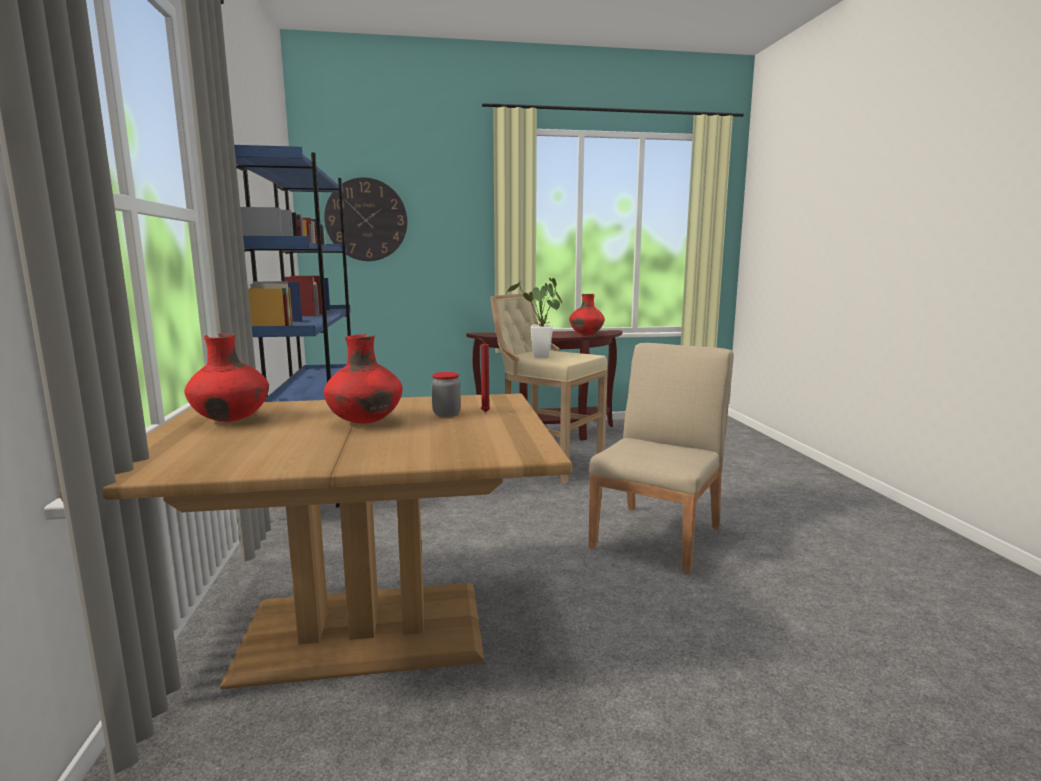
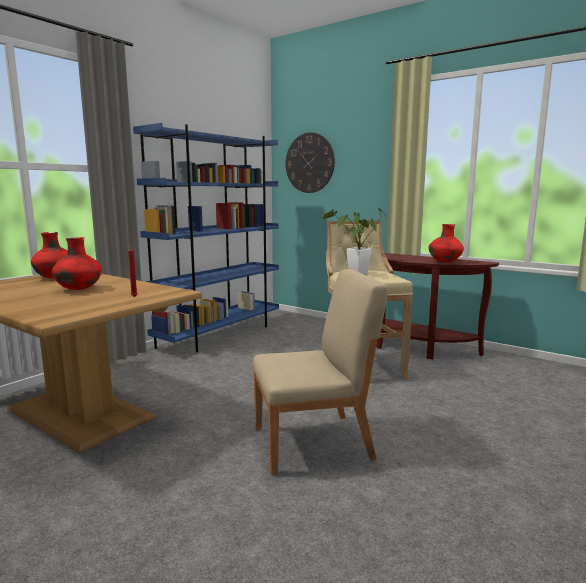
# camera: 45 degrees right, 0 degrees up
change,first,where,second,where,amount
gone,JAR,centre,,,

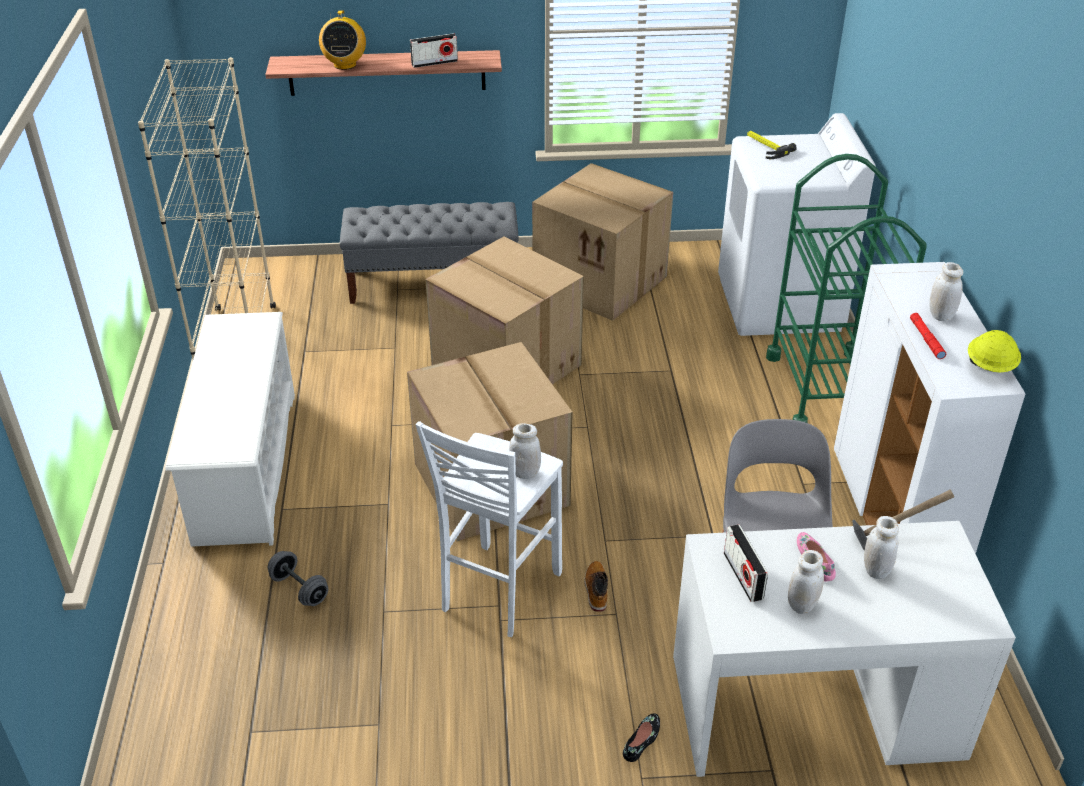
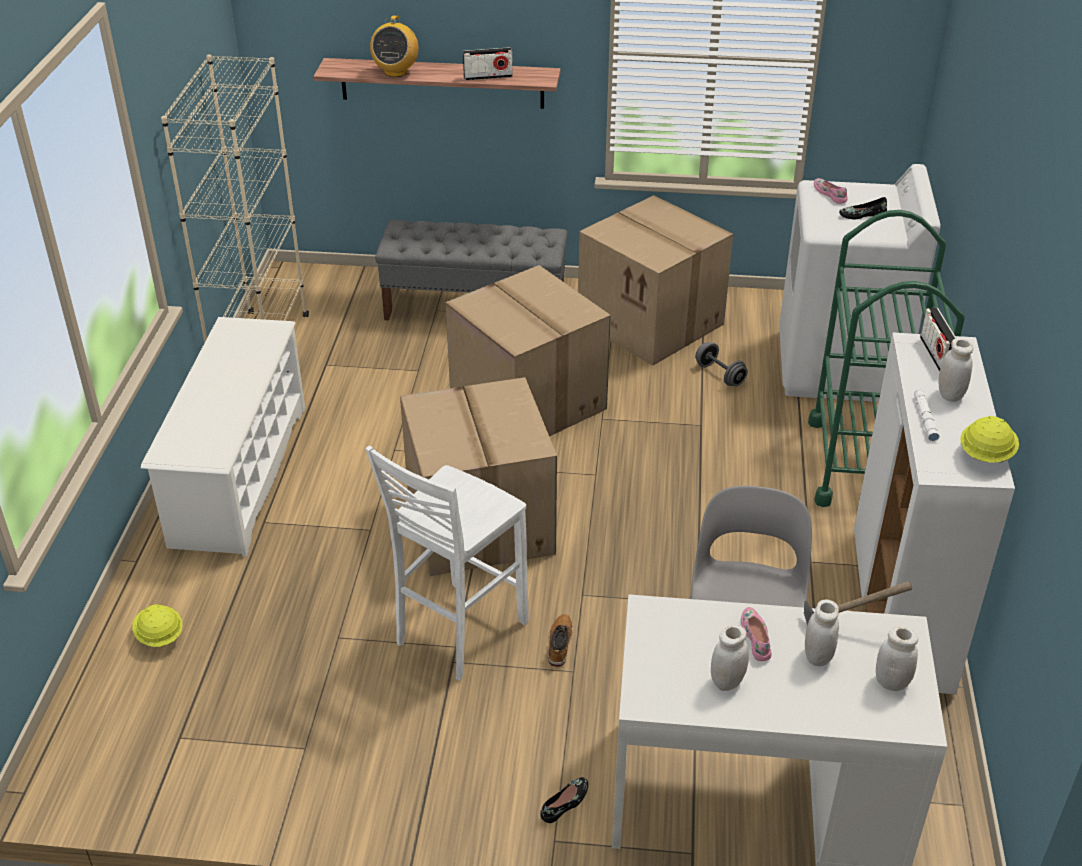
# camera: 10 degrees right, 0 degrees up
change,first,where,second,where,amount
shifted,GREY DUMBBELL,bottom left,,centre,
shifted,WHITE JAR (no. 1 from left in the first image),centre,WHITE JAR (no. 3 from left),bottom right,
shifted,RADIO (no. 3 from left),bottom right,,middle right,
swapped,HAMMER (no. 1 from left),top right,PINK SHOE (no. 2 from left),top right,
repainted,RED FLASHLIGHT,middle right,WHITE FLASHLIGHT,middle right,
new,,,YELLOW HARD HAT (no. 1 from left),bottom left,
new,,,BLACK SHOE (no. 2 from left),top right,

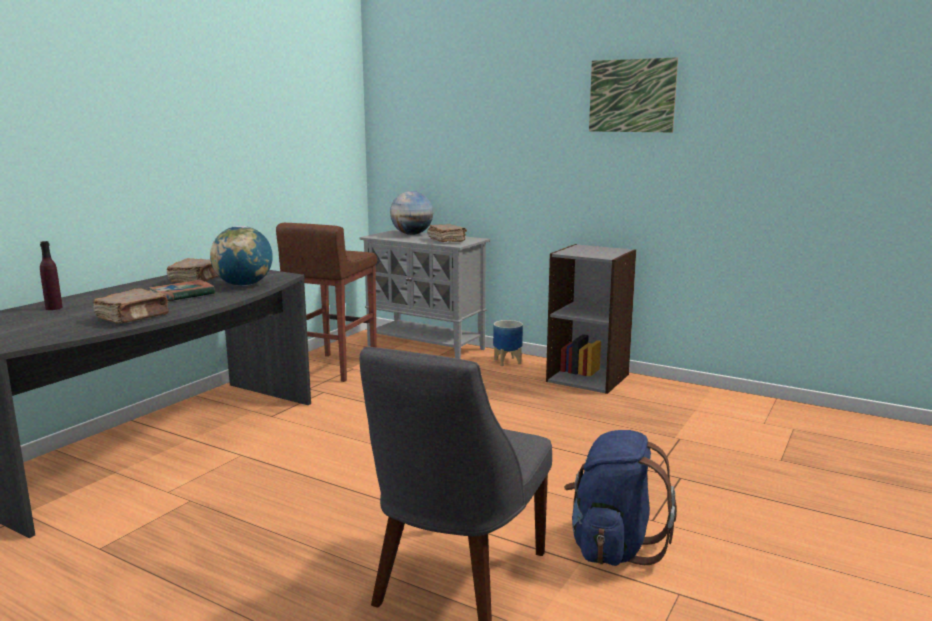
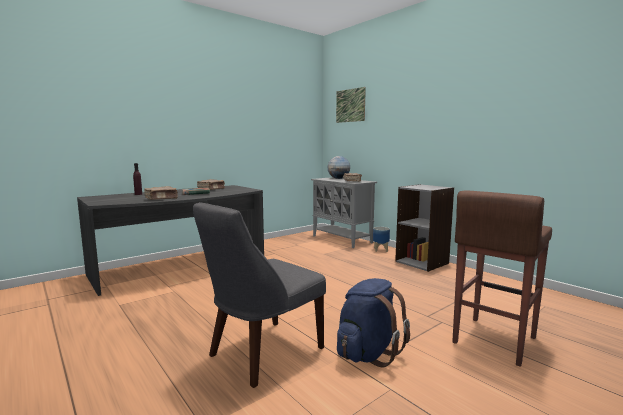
# camera: 20 degrees right, 5 degrees down
change,first,where,second,where,amount
gone,GLOBE (no. 1 from left),middle left,,,
shifted,BROWN STOOL,centre,,bottom right,
shifted,PICTURE,top right,,top centre,

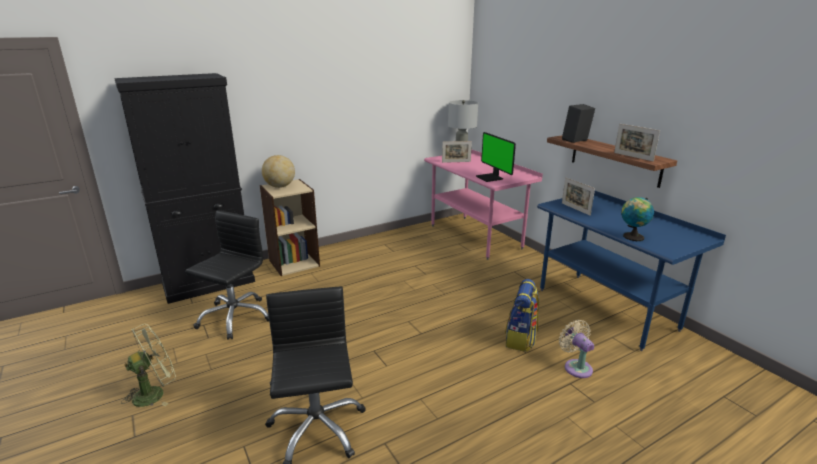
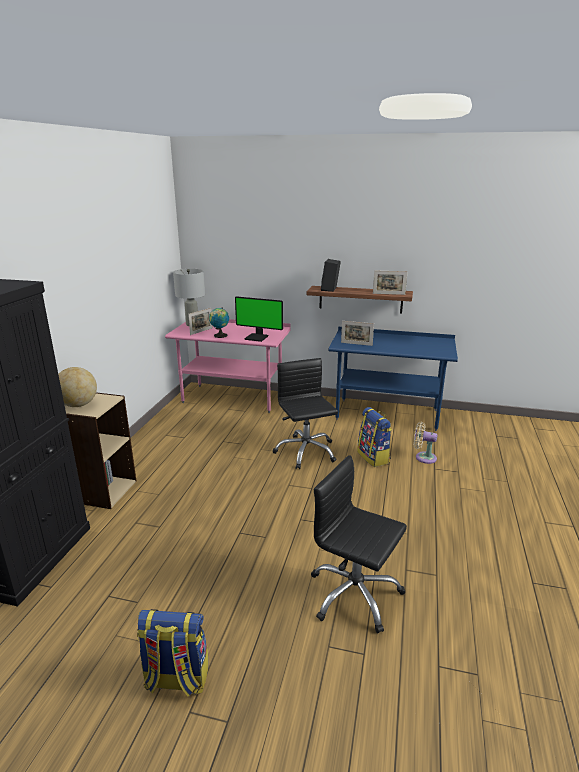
# camera: 45 degrees left, 0 degrees up
change,first,where,second,where,amount
swapped,GREEN FAN,bottom left,BACKPACK (no. 1 from left),bottom left,
shifted,BLACK OFFICE CHAIR (no. 1 from left),middle left,,centre,
shifted,GLOBE (no. 2 from left),middle right,,centre,

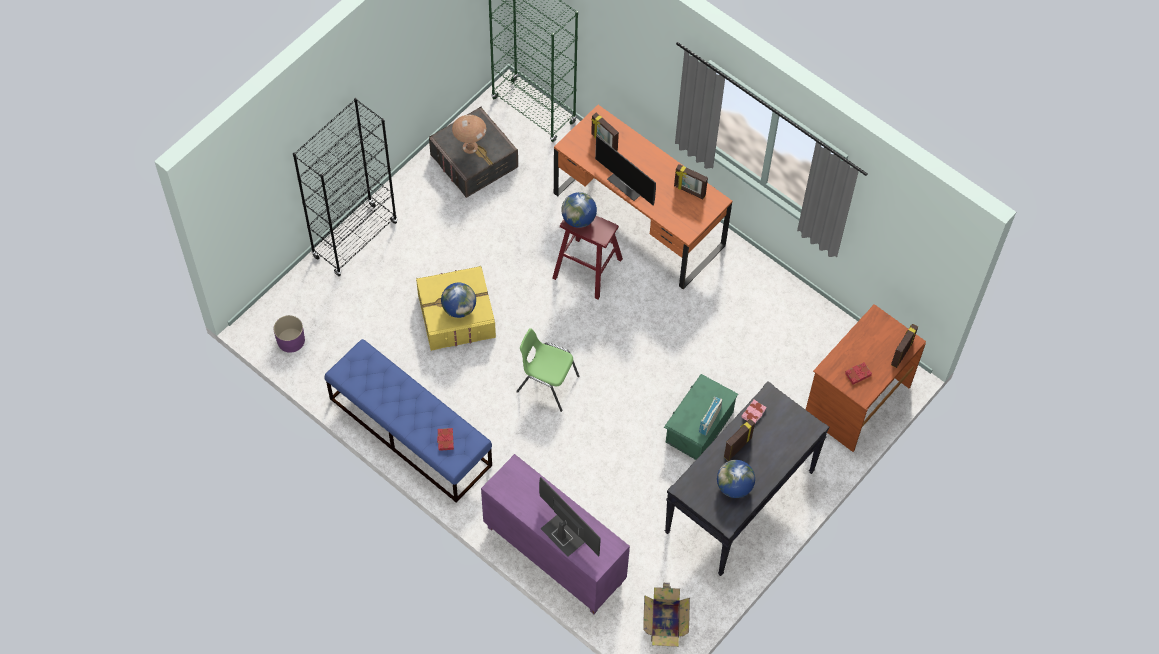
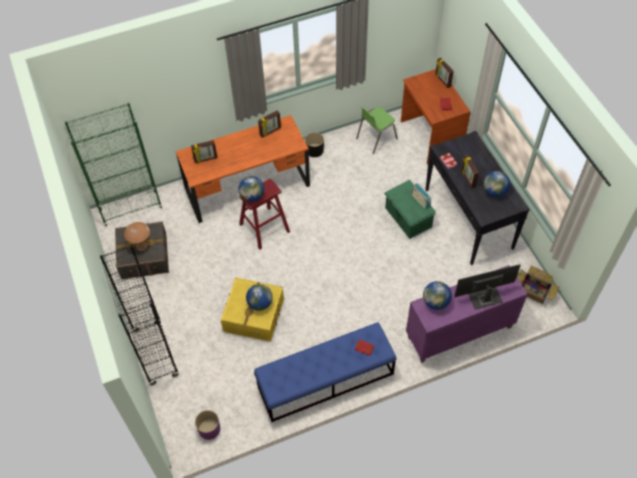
# camera: 60 degrees left, 5 degrees down
change,first,where,second,where,amount
shifted,GREEN CHAIR,centre,,top centre,
gone,MONITOR (no. 2 from left),top centre,,,
new,,,BLACK PLANTER,top centre,
new,,,GLOBE (no. 3 from left),middle right,

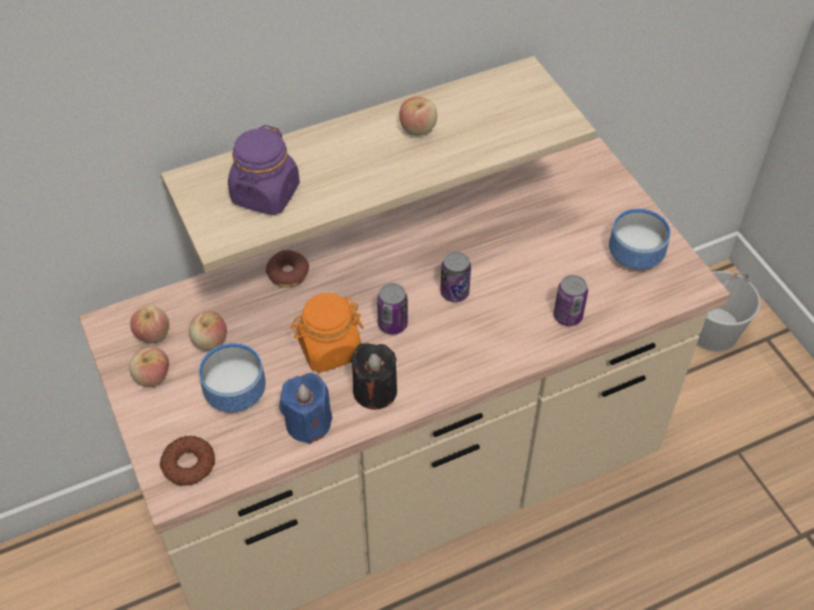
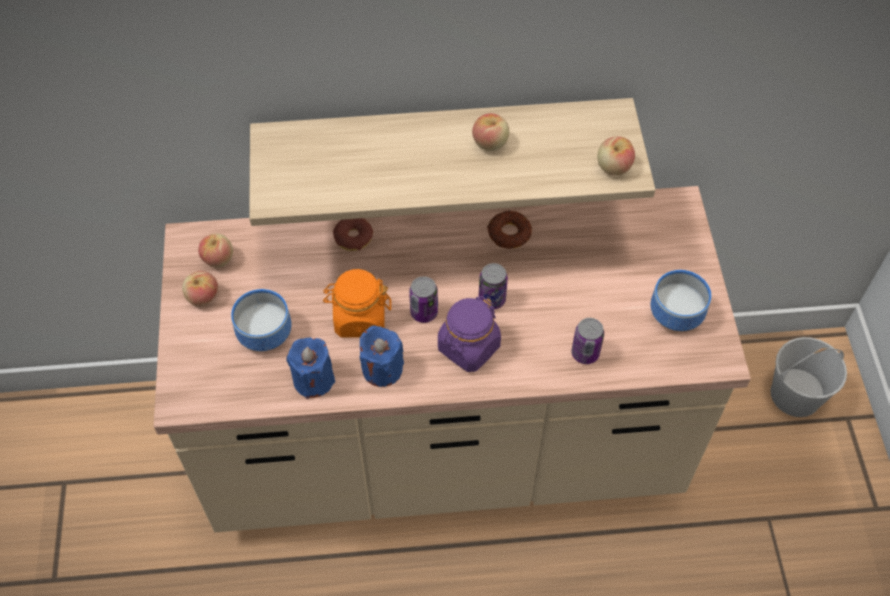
# camera: 20 degrees right, 5 degrees up
change,first,where,second,where,amount
shifted,DONUT (no. 1 from left in the first image),bottom left,DONUT (no. 2 from left),centre,
shifted,APPLE (no. 3 from left in the first image),middle left,APPLE (no. 4 from left),top right,
shifted,PURPLE JAR,top left,,centre,
repainted,BLACK CANDLE,centre,BLUE CANDLE (no. 2 from left),centre,

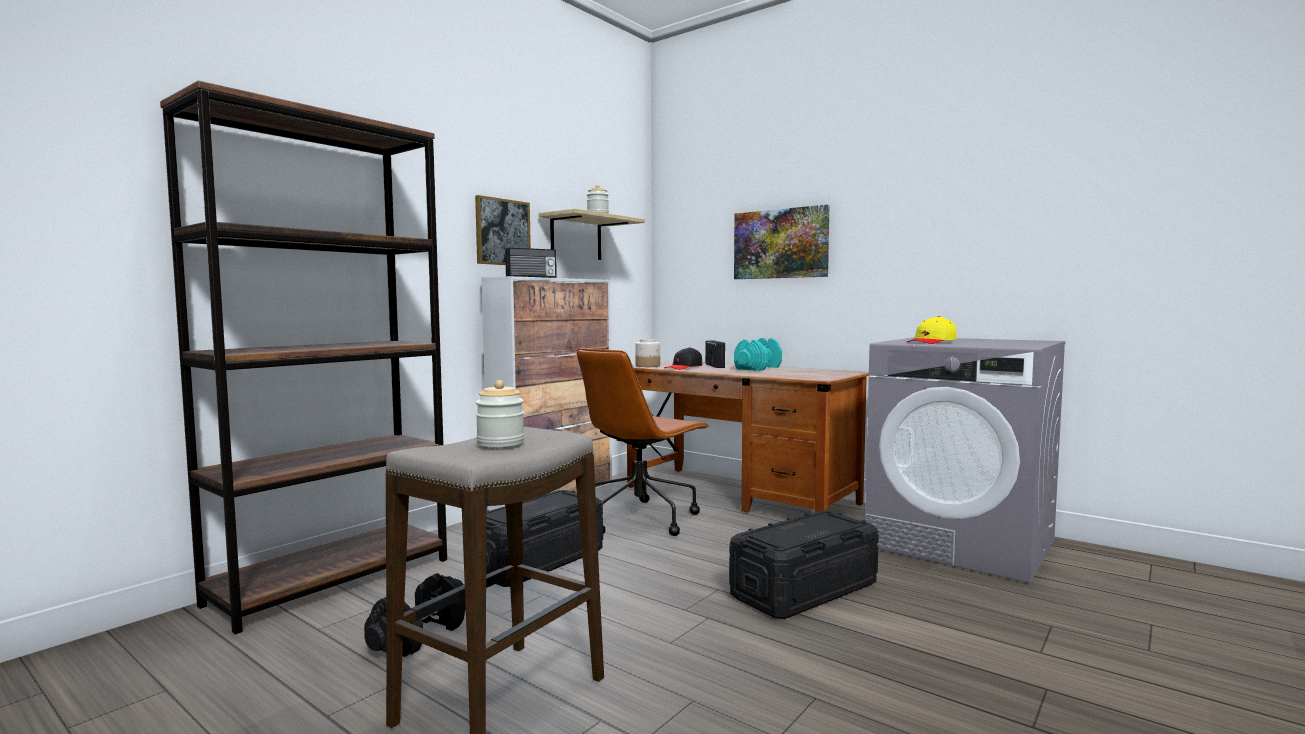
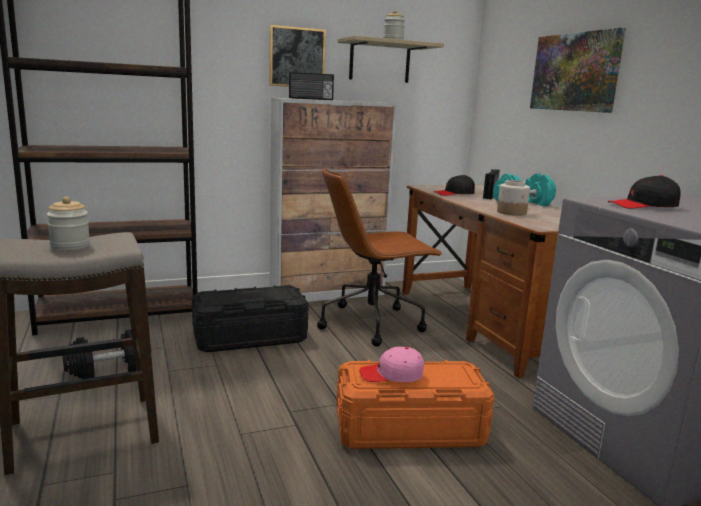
# camera: 30 degrees right, 10 degrees up
change,first,where,second,where,amount
shifted,JAR (no. 3 from left),centre,,middle right,
repainted,BLACK STORAGE BOX (no. 2 from left),bottom centre,ORANGE STORAGE BOX,bottom centre,
repainted,YELLOW CAP,middle right,BLACK CAP (no. 2 from left),middle right,
new,,,PINK CAP,bottom centre,

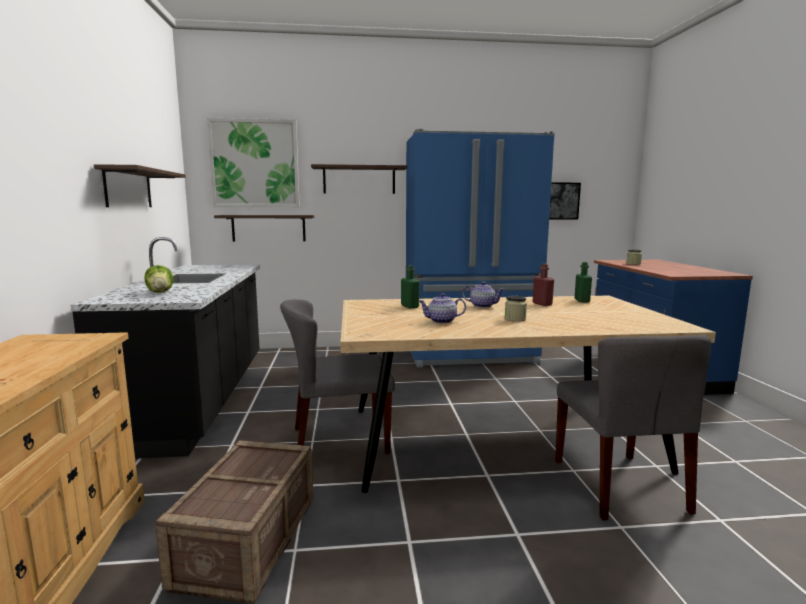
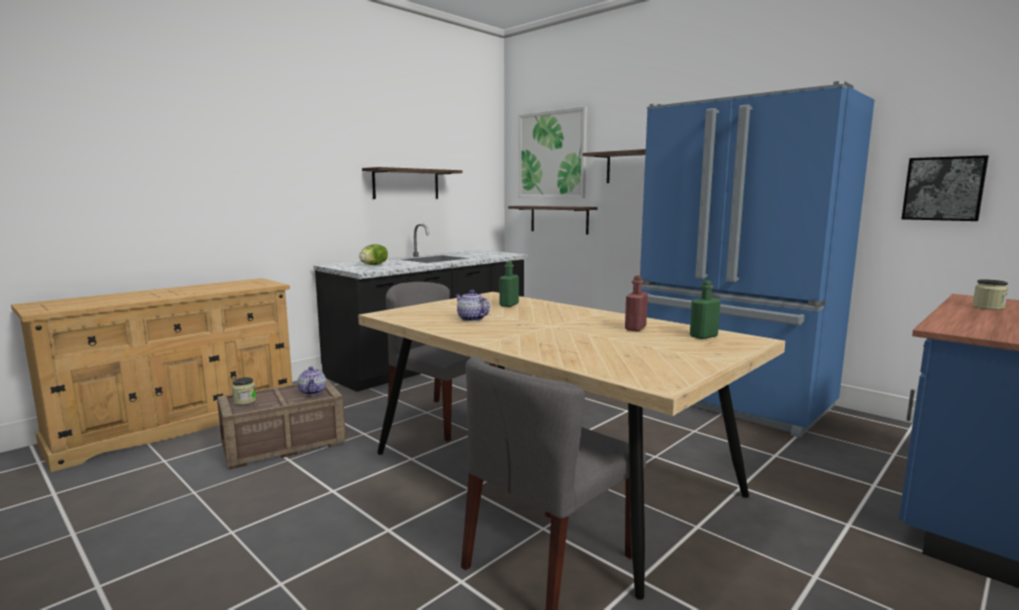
# camera: 50 degrees right, 0 degrees up
change,first,where,second,where,amount
shifted,TEAPOT (no. 2 from left in the first image),centre,TEAPOT (no. 1 from left),middle left,
shifted,JAR (no. 1 from left),centre,,middle left,

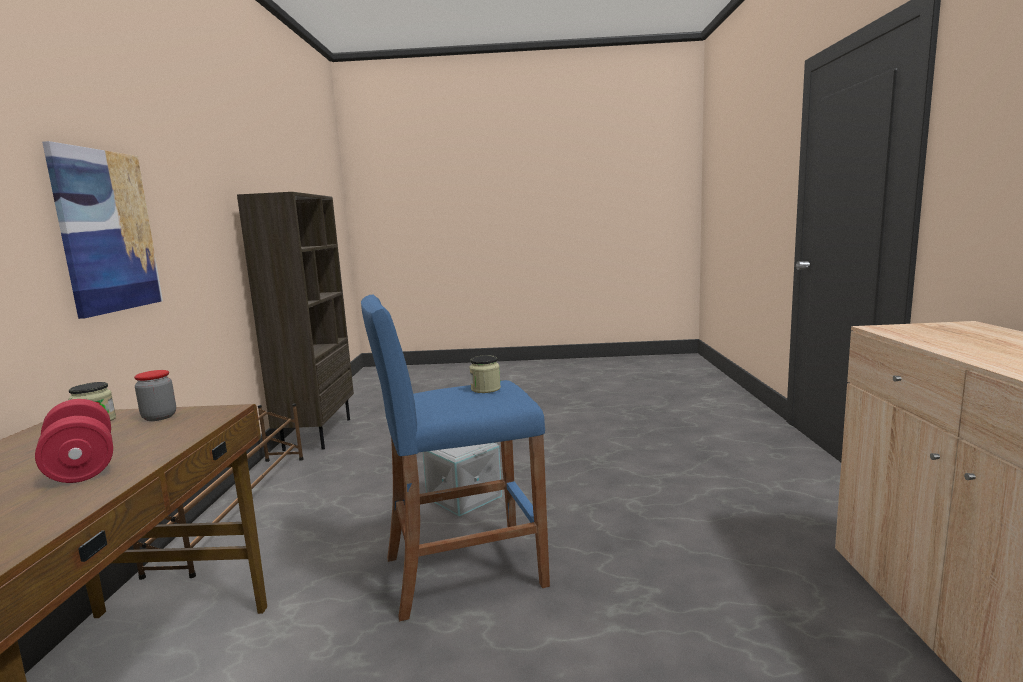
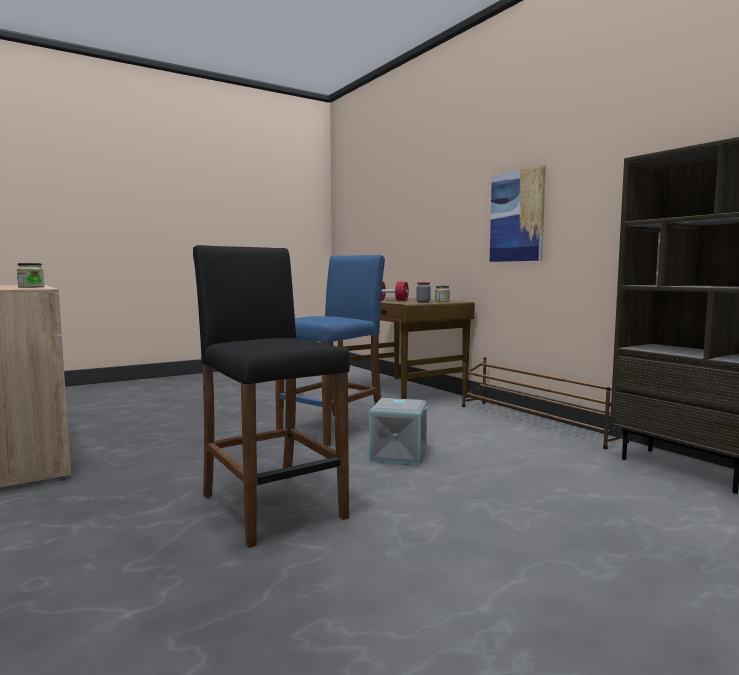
# camera: 145 degrees right, 5 degrees down
change,first,where,second,where,amount
shifted,JAR (no. 3 from left in the first image),centre,JAR (no. 1 from left),middle left,
new,,,BLACK STOOL,centre,

